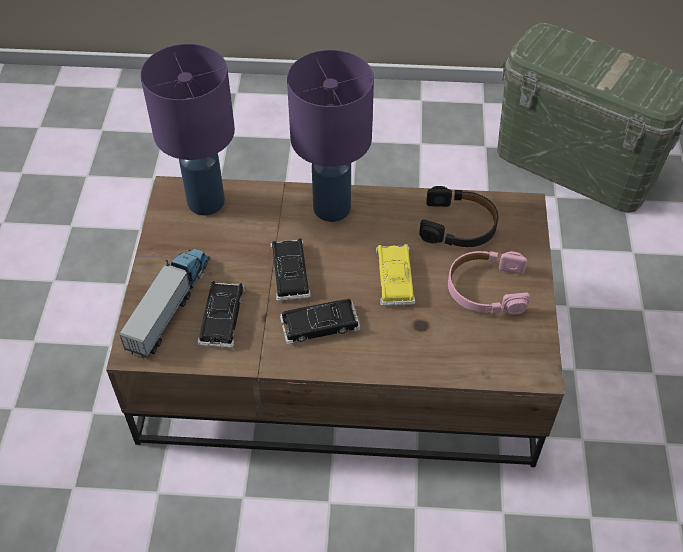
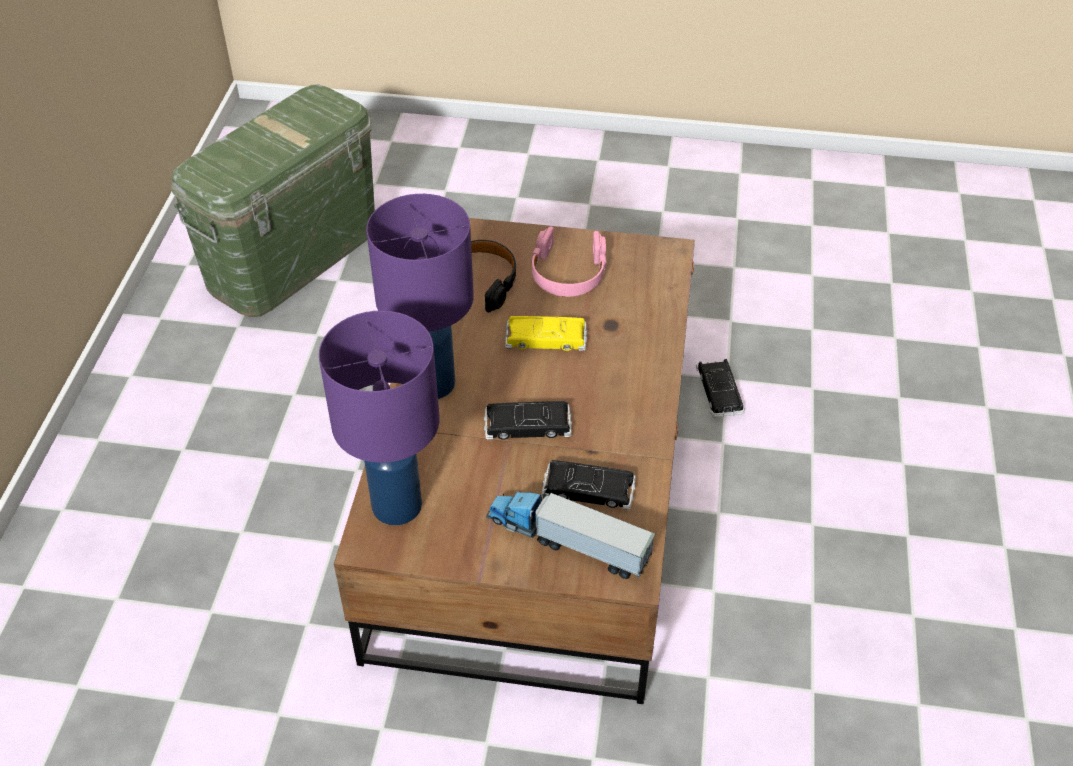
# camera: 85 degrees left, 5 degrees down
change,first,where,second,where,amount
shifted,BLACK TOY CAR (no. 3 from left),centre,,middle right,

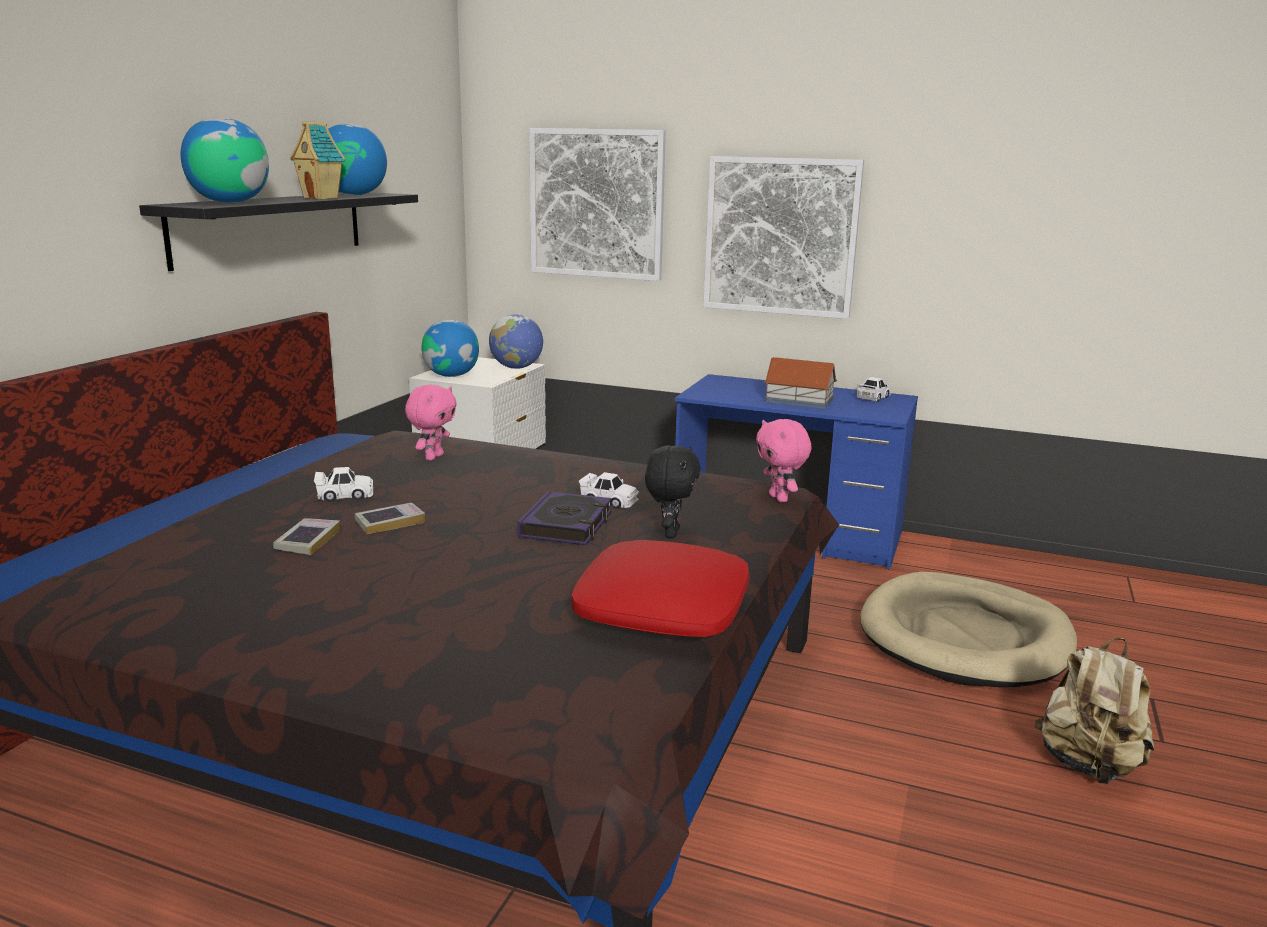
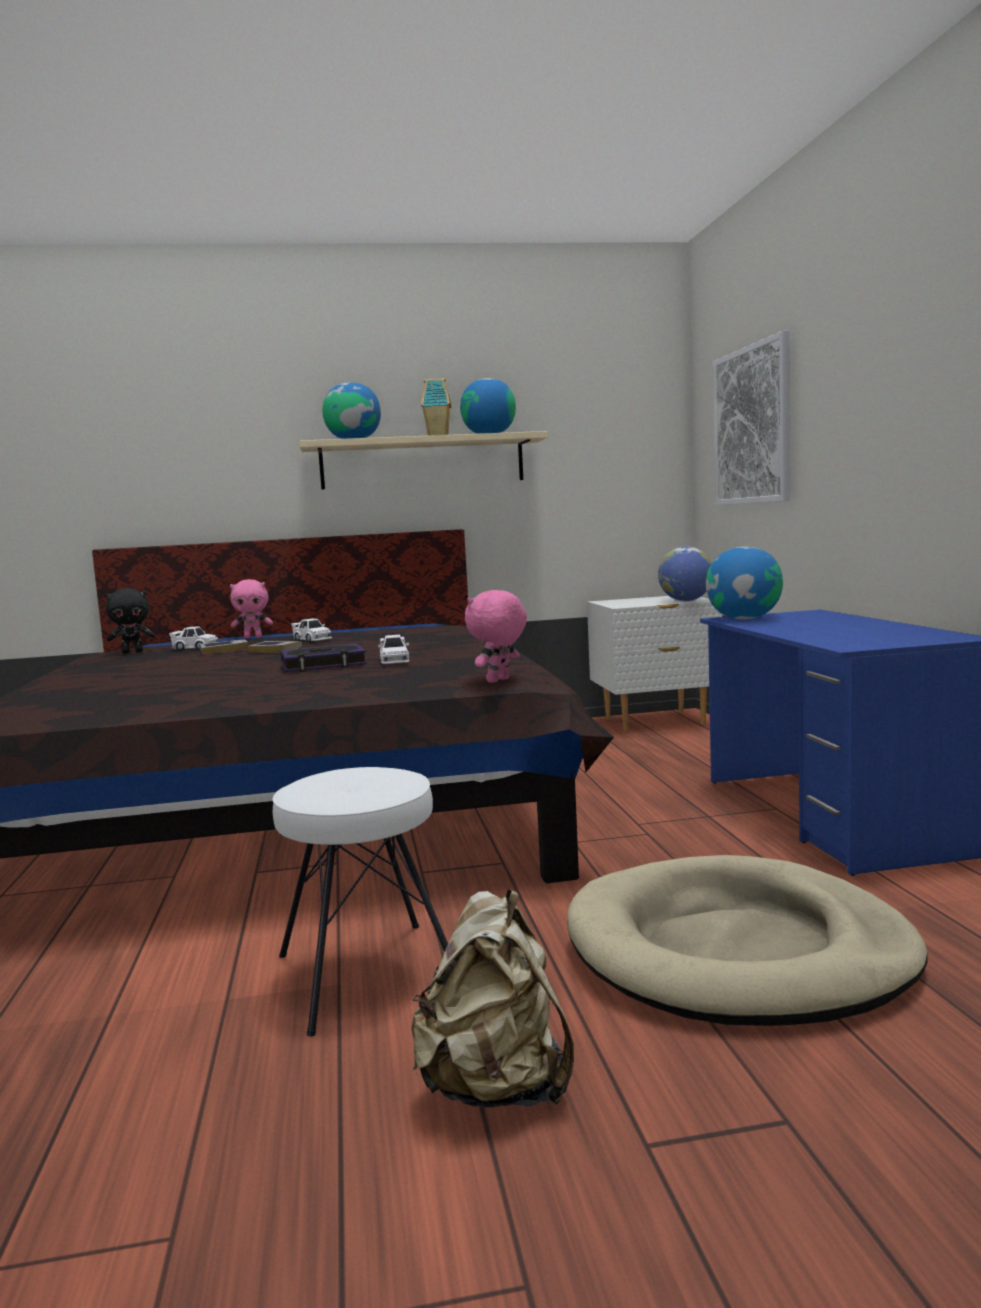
# camera: 60 degrees right, 10 degrees down
change,first,where,second,where,amount
repainted,BLACK SHELF,top left,BEIGE SHELF,centre,
shifted,PINK PLUSH TOY (no. 1 from left),centre,,middle left,
shifted,GLOBE (no. 3 from left in the first image),centre,GLOBE (no. 4 from left),middle right,
gone,RED PILLOW,centre,,,
shifted,BLACK PLUSH TOY,centre,,middle left,
gone,PICTURE (no. 2 from left),top centre,,,
gone,TOY HOUSE (no. 2 from left),centre,,,
shifted,WHITE TOY CAR (no. 3 from left in the first image),middle right,WHITE TOY CAR (no. 1 from left),middle left,
new,,,WHITE STOOL,bottom centre,

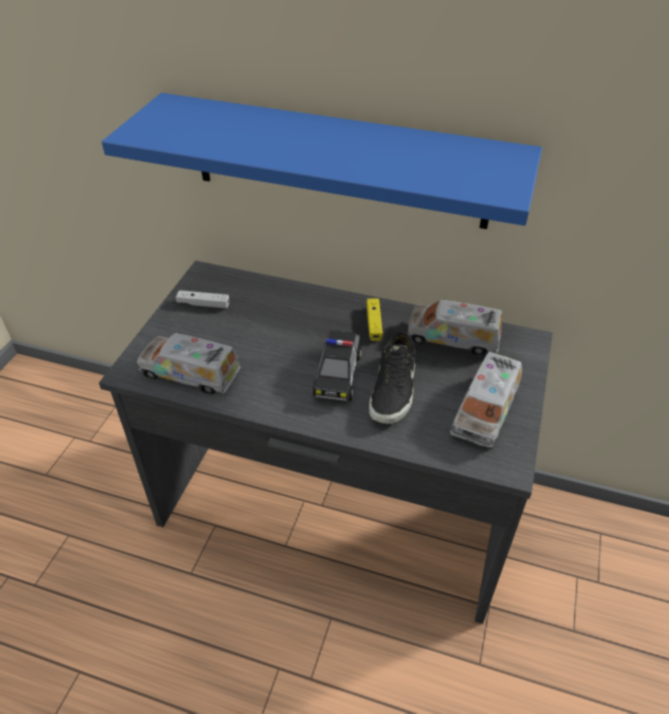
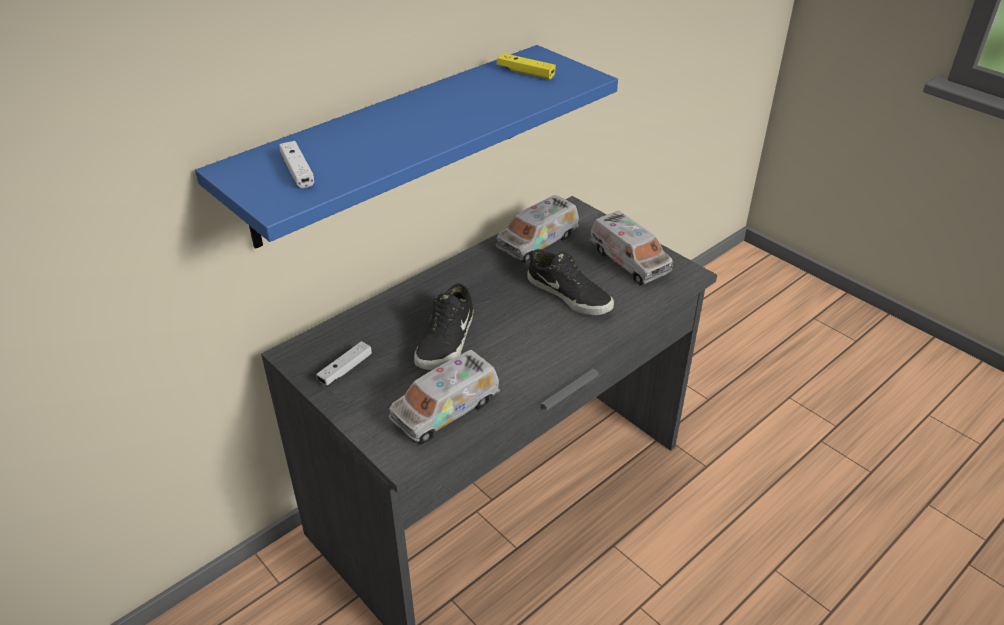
# camera: 60 degrees left, 5 degrees down
change,first,where,second,where,amount
gone,TOY CAR,centre,,,
shifted,YELLOW GAME CONTROLLER,centre,,top centre,
new,,,WHITE GAME CONTROLLER (no. 1 from left),top left,
new,,,BLACK SHOE (no. 1 from left),centre,

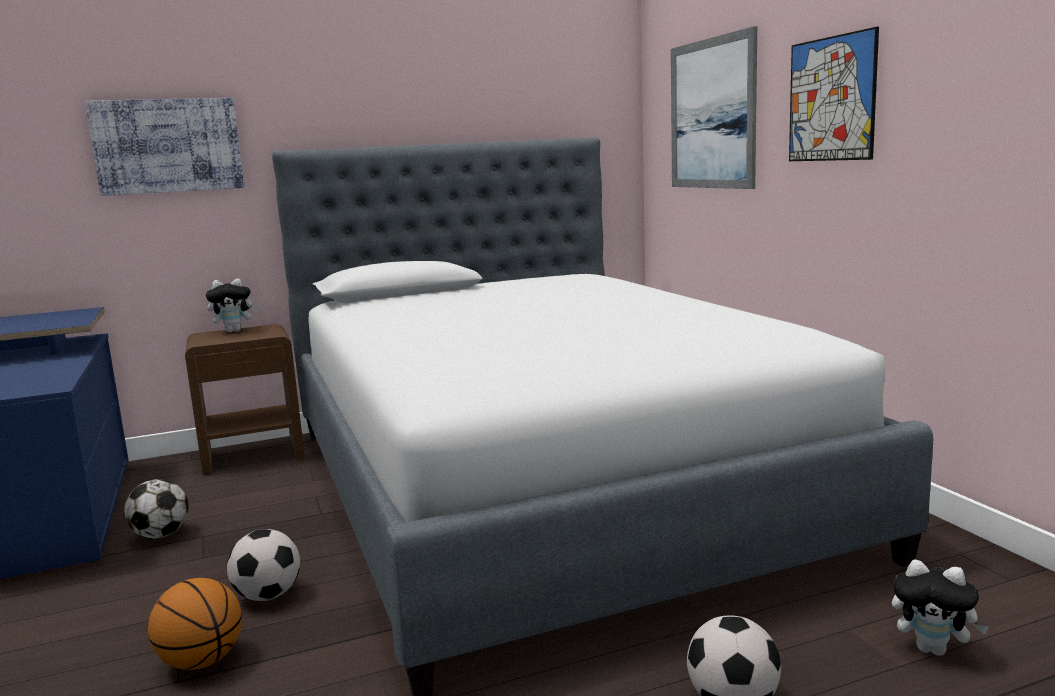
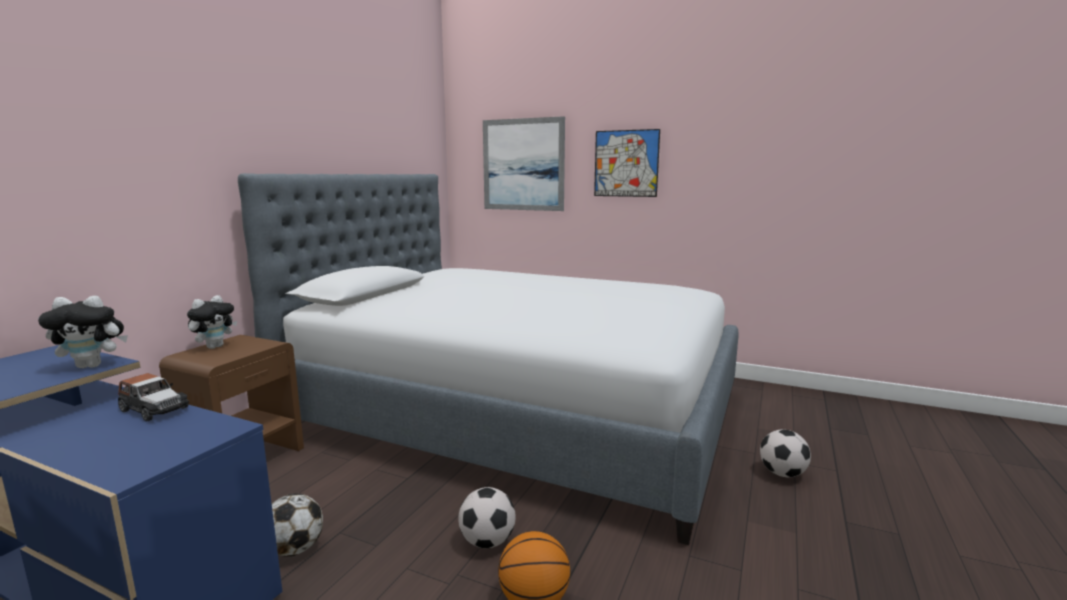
# camera: 45 degrees left, 0 degrees up
change,first,where,second,where,amount
gone,PICTURE (no. 1 from left),top left,,,
shifted,PLUSH TOY (no. 2 from left in the first image),bottom right,PLUSH TOY (no. 1 from left),middle left,
new,,,TOY CAR,middle left,

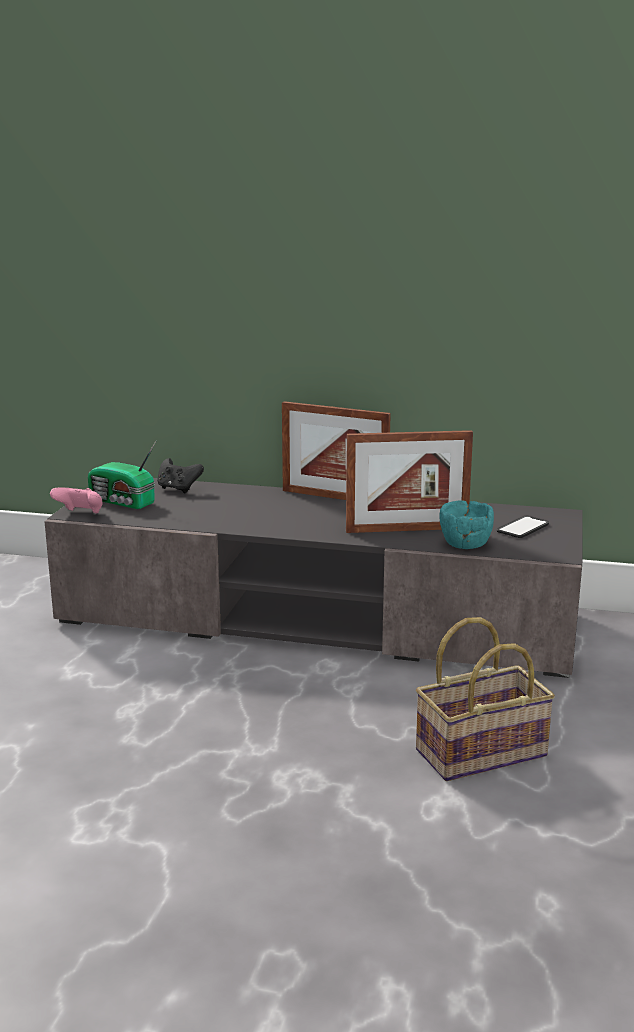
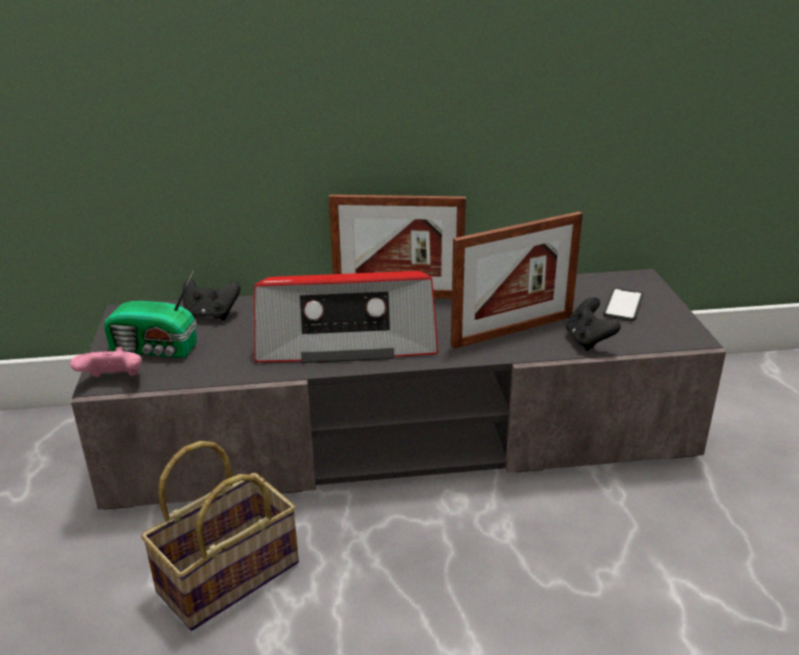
# camera: 20 degrees left, 10 degrees up
change,first,where,second,where,amount
shifted,BASKET,bottom right,,bottom left,
swapped,TURQUOISE BOWL,middle right,BLACK GAME CONTROLLER (no. 2 from left),middle right,
new,,,RADIO (no. 2 from left),centre,

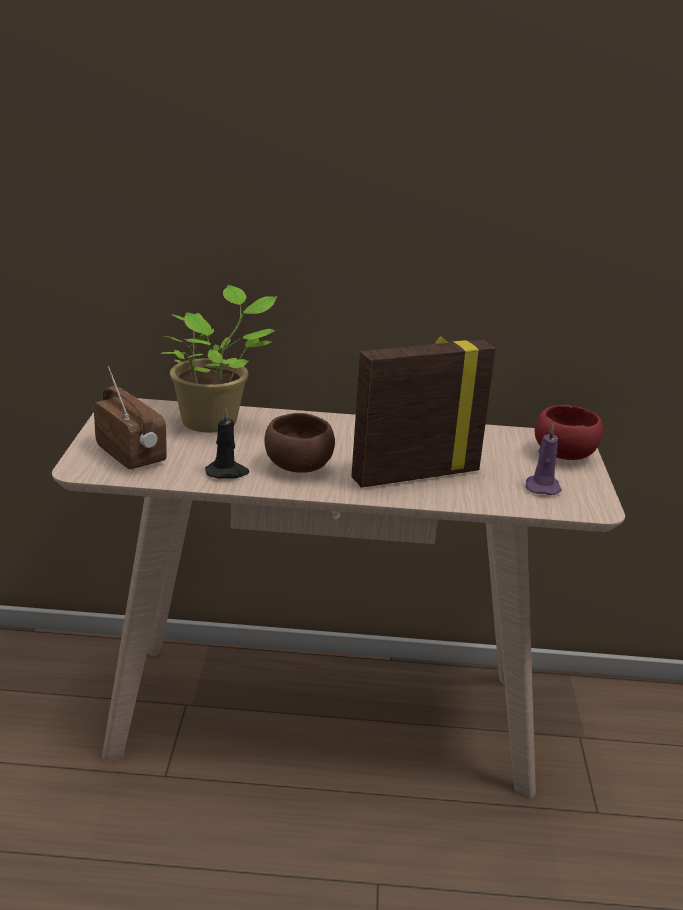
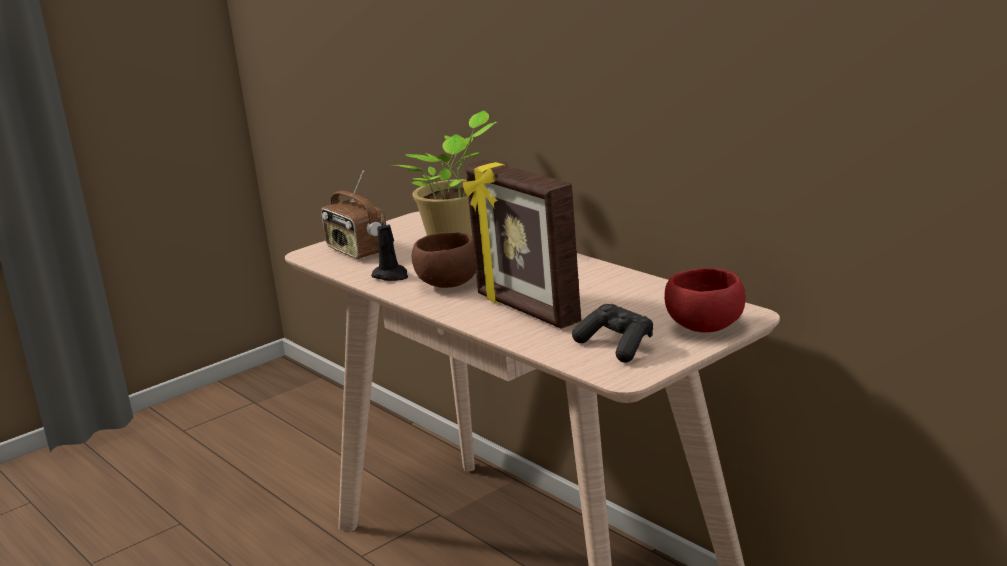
# camera: 50 degrees right, 5 degrees down
change,first,where,second,where,amount
rotated,RADIO,middle left,,centre,135 degrees clockwise
rotated,PICTURE FRAME,centre,,centre,150 degrees counterclockwise
swapped,PURPLE CANDLE,middle right,BLACK GAME CONTROLLER,centre,

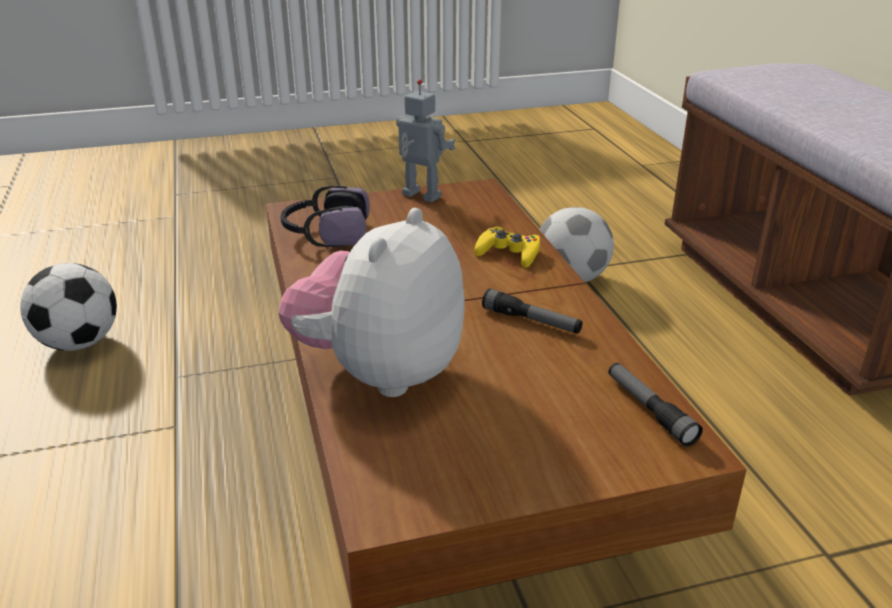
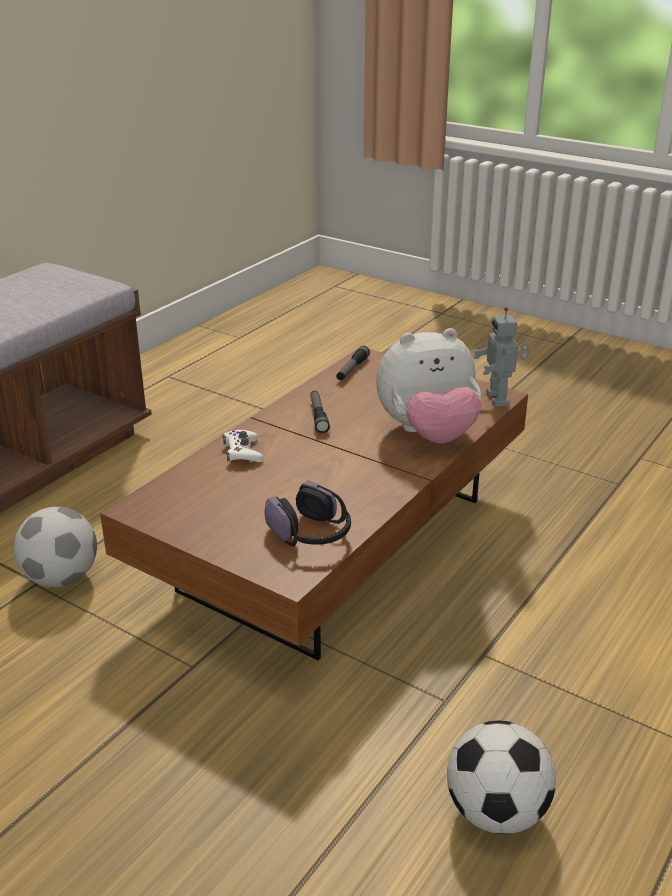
# camera: 130 degrees left, 0 degrees up
change,first,where,second,where,amount
shifted,TOY ROBOT,top centre,,middle right,
repainted,YELLOW GAME CONTROLLER,centre,WHITE GAME CONTROLLER,centre,

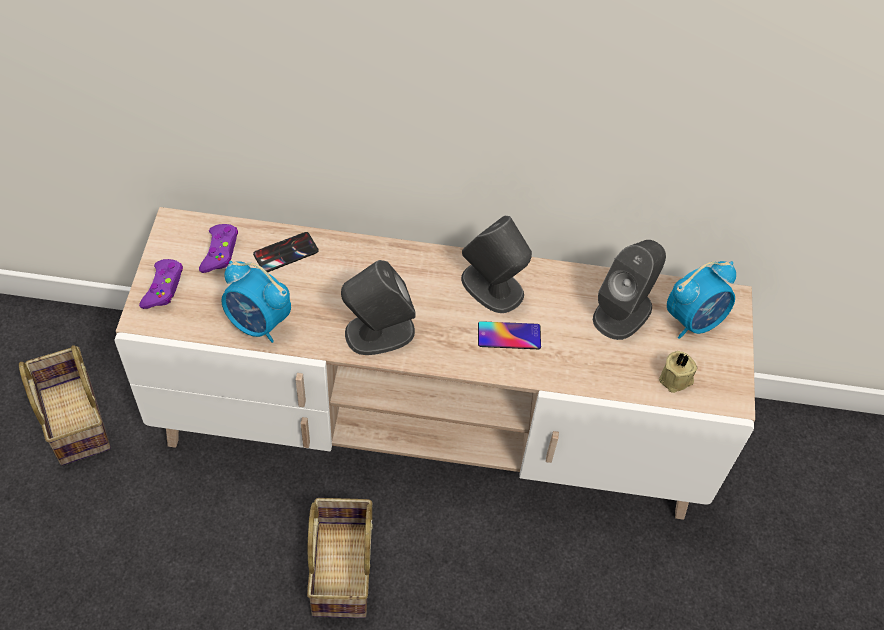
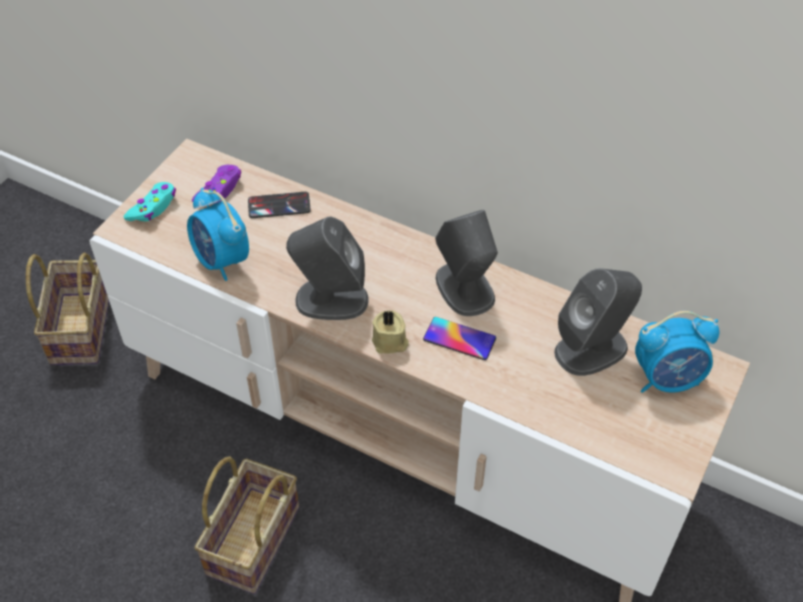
# camera: 25 degrees right, 5 degrees down
change,first,where,second,where,amount
repainted,PURPLE GAME CONTROLLER (no. 1 from left),middle left,TURQUOISE GAME CONTROLLER,middle left,
shifted,BEIGE CANDLE,middle right,,centre,

